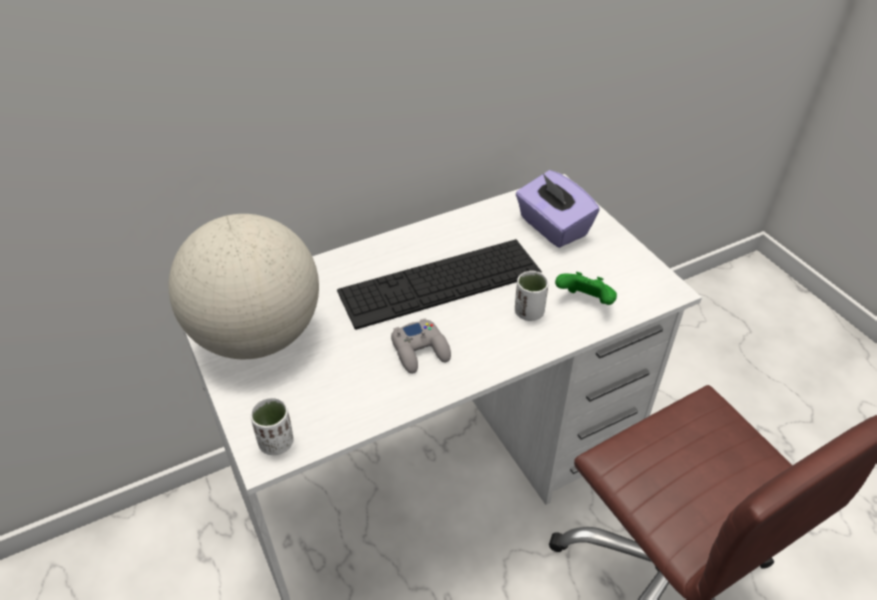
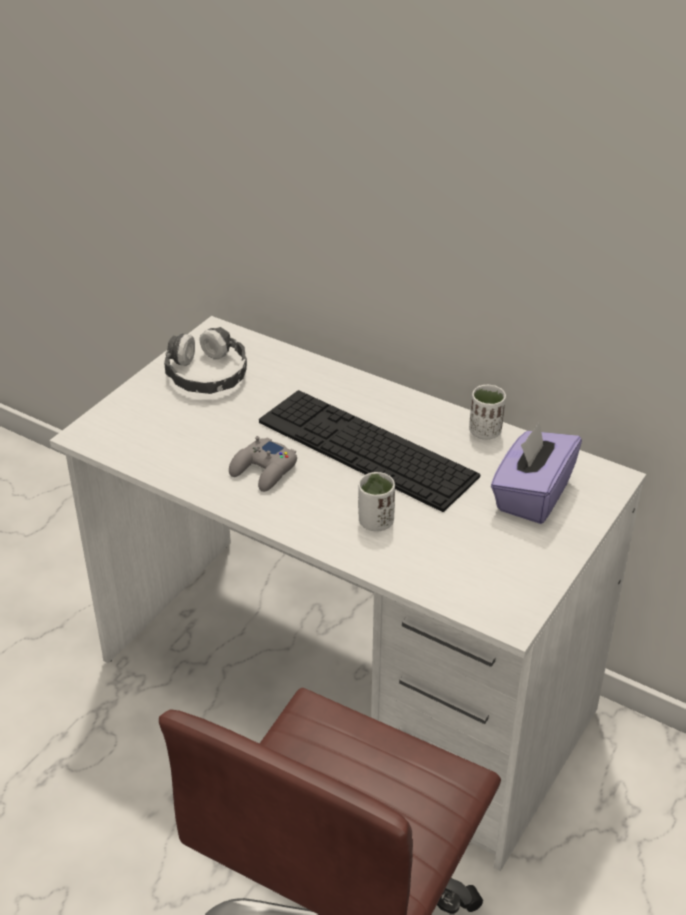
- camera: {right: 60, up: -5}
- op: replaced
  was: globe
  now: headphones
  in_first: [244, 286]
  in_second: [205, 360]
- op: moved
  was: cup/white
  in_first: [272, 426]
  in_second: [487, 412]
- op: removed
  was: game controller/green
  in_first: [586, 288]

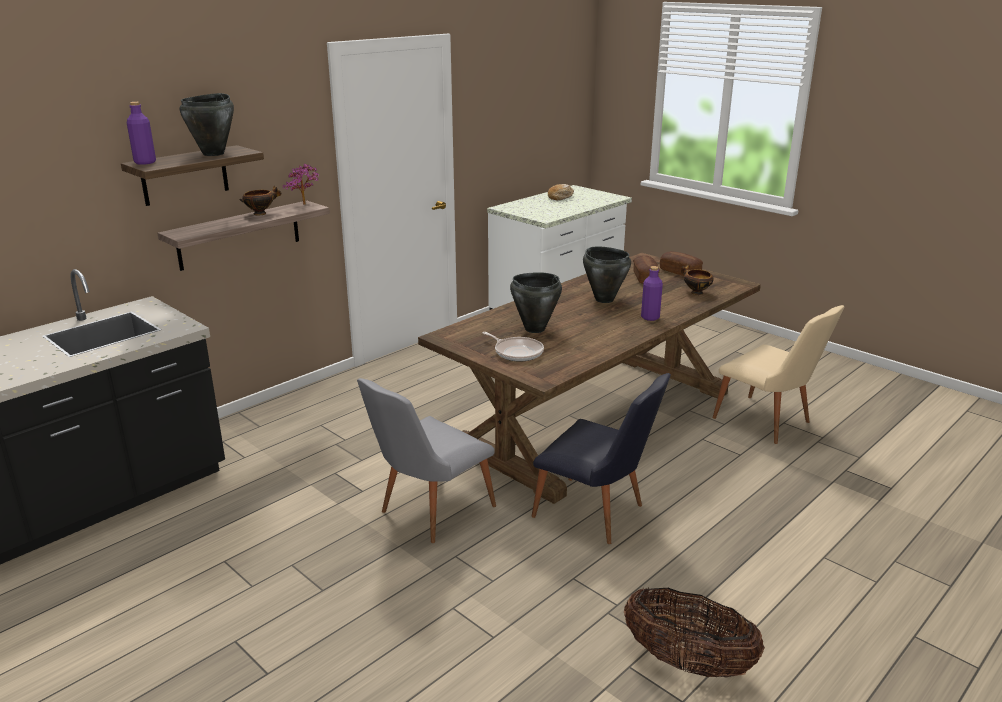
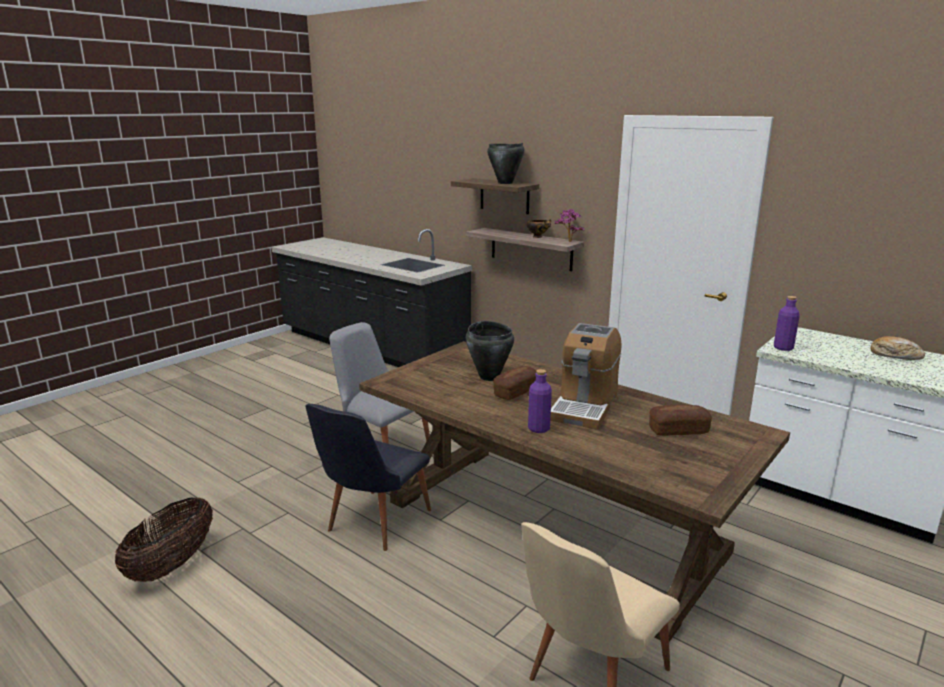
- camera: {right: 85, up: -5}
- op: moved
  was: bottle/purple
  in_first: [141, 133]
  in_second: [787, 323]
- op: removed
  was: frying pan
  in_first: [513, 347]
- op: replaced
  was: cooking pot/black
  now: coffee machine
  in_first: [607, 274]
  in_second: [585, 376]
- op: moved
  was: bread
  in_first: [681, 263]
  in_second: [514, 383]
- op: removed
  was: bowl
  in_first: [697, 279]

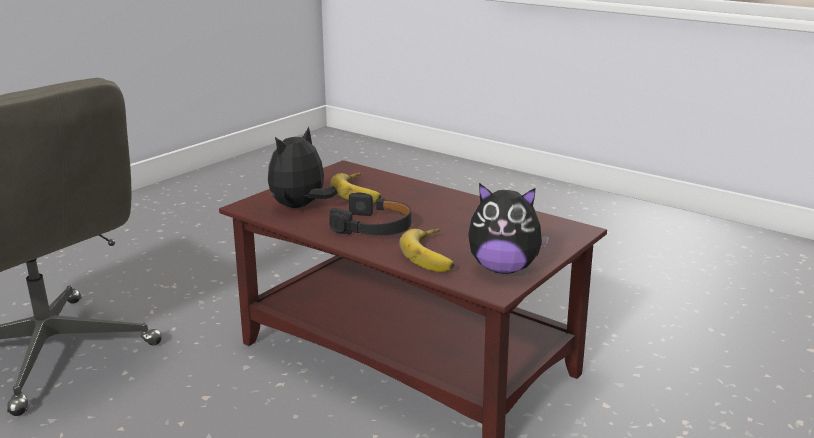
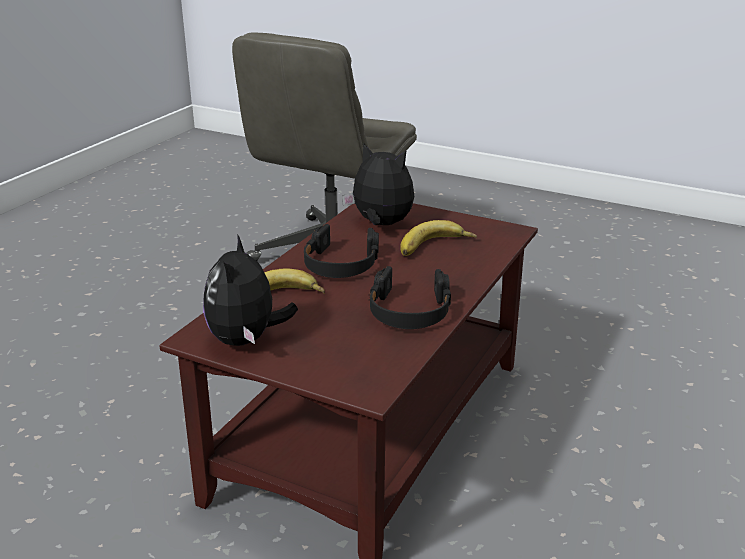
- camera: {right: 80, up: 5}
- op: added
  now: headphones/black
  in_second: [410, 297]

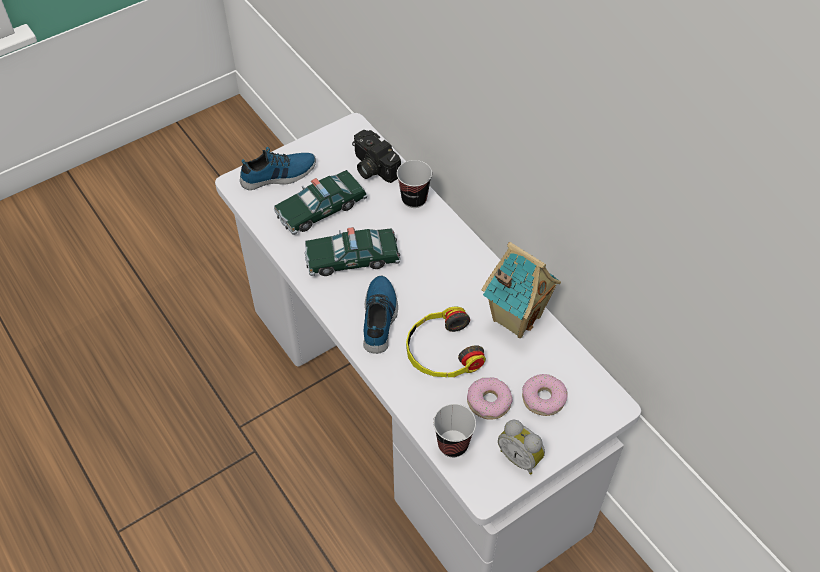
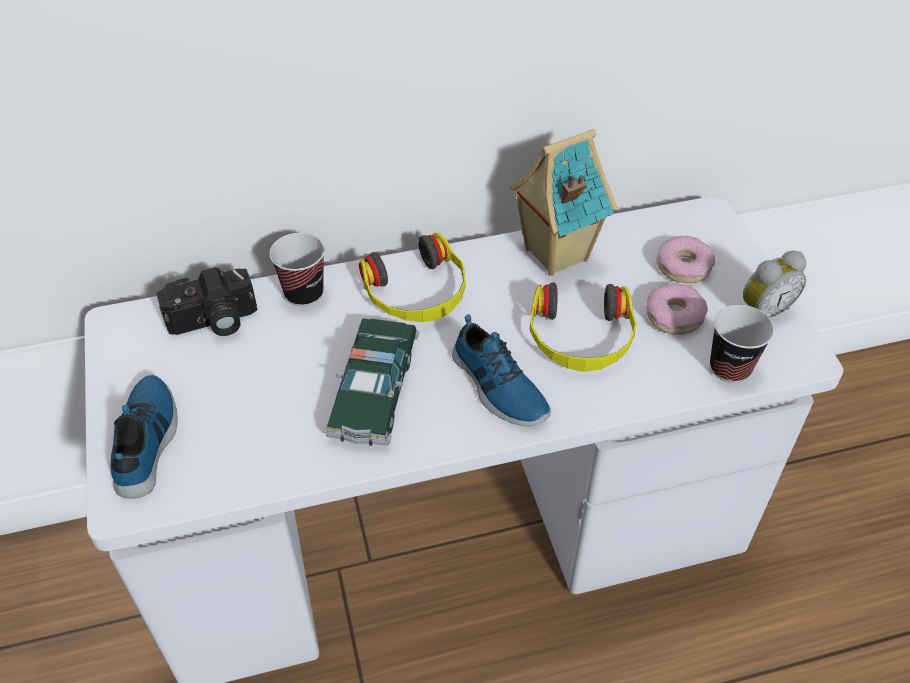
- camera: {right: -70, up: -5}
- op: removed
  was: toy car
  in_first: [320, 202]
- op: turned
  was: shoe
  in_first: [380, 314]
  in_second: [501, 370]
  clockwise: -150
- op: added
  now: headphones
  in_second: [412, 277]

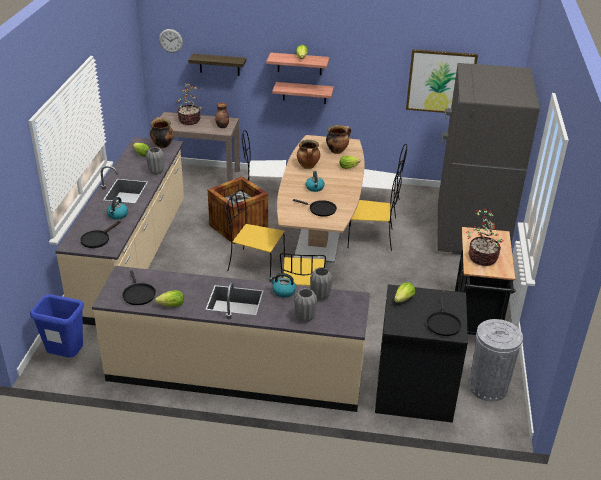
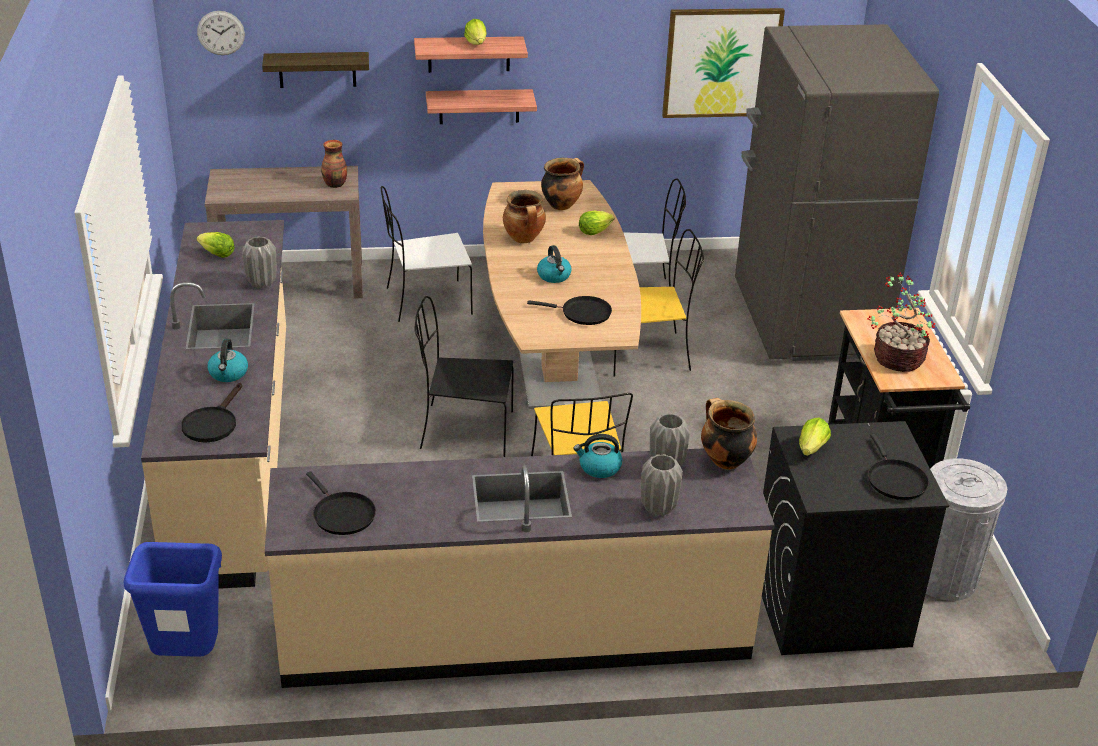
- camera: {right: -15, up: 0}
- op: moved
  was: cooking pot
  in_first: [162, 132]
  in_second: [729, 434]
- op: removed
  was: lettuce
  in_first: [169, 298]
- op: removed
  was: potted plant
  in_first: [189, 103]
- op: removed
  was: crate
  in_first: [238, 210]
- op: recoloured
  was: chair/yellow
  now: chair/black
  in_first: [255, 236]
  in_second: [464, 376]

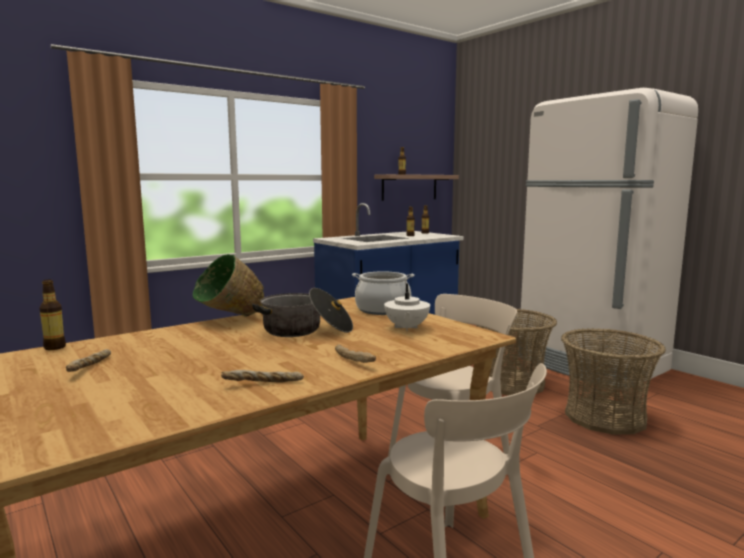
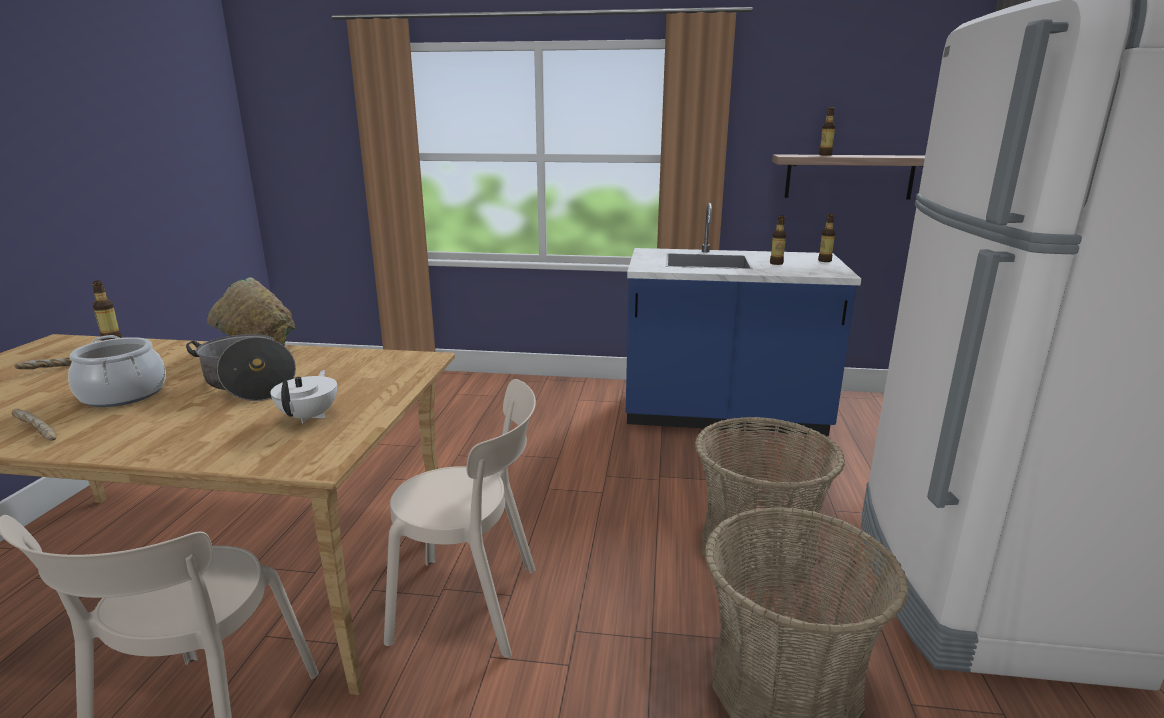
- camera: {right: 45, up: 10}
- op: removed
  was: bread
  in_first: [355, 353]
- op: moved
  was: cooking pot
  in_first: [383, 293]
  in_second: [117, 371]
- op: turned
  was: teapot/white
  in_first: [407, 307]
  in_second: [303, 397]
  clockwise: 135

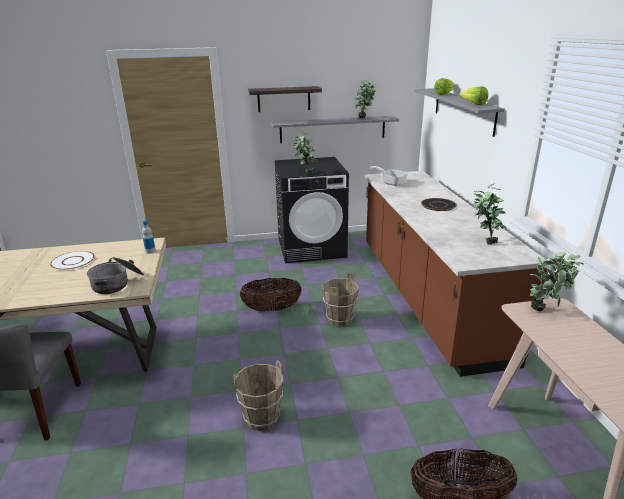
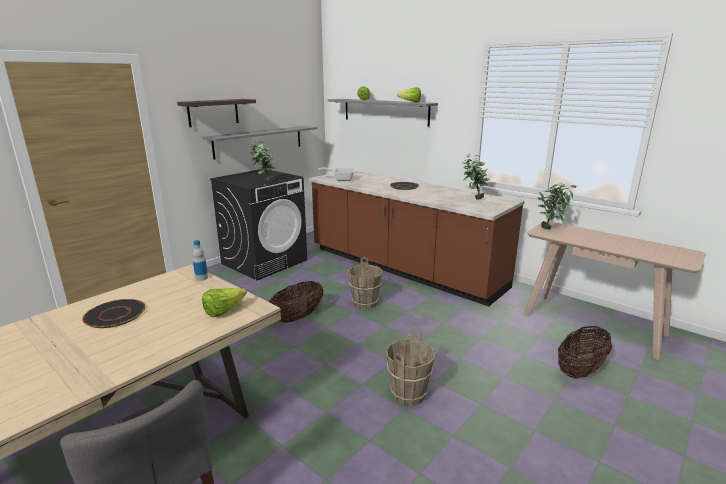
- camera: {right: -40, up: -5}
- op: recoloured
  was: plate/white
  now: plate/black
  in_first: [72, 260]
  in_second: [114, 313]
- op: replaced
  was: cooking pot
  now: lettuce
  in_first: [115, 275]
  in_second: [224, 302]
- op: removed
  was: potted plant
  in_first: [365, 99]

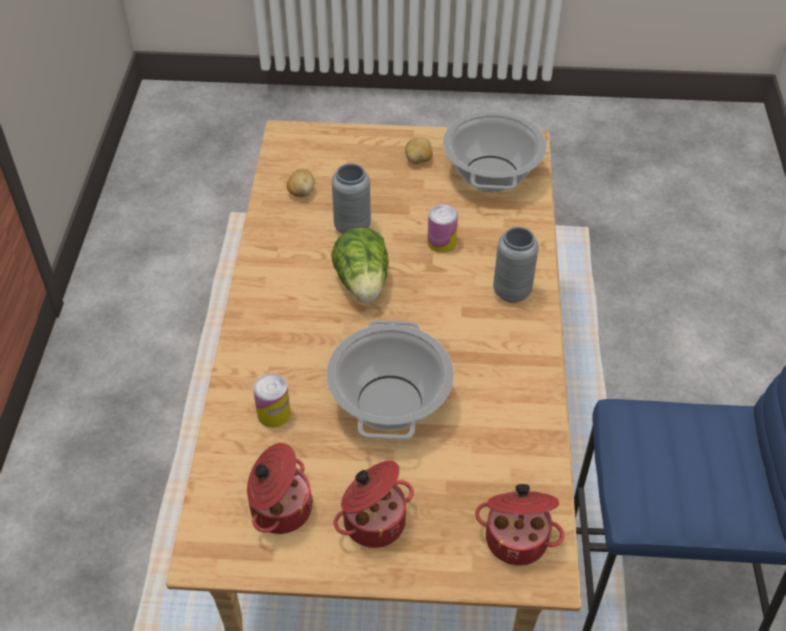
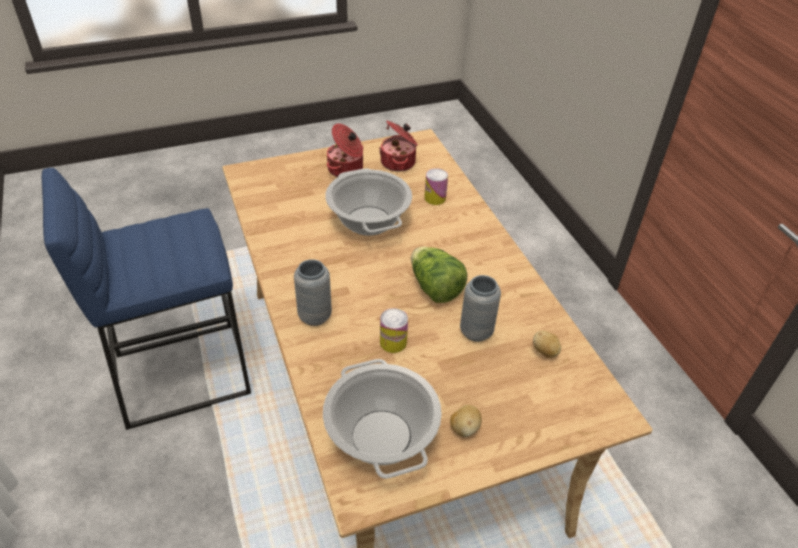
- camera: {right: 155, up: -5}
- op: removed
  was: cooking pot
  in_first: [519, 525]

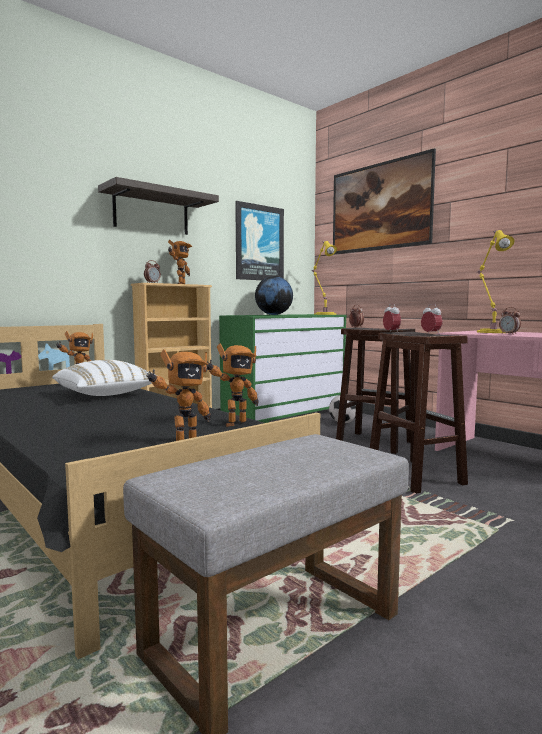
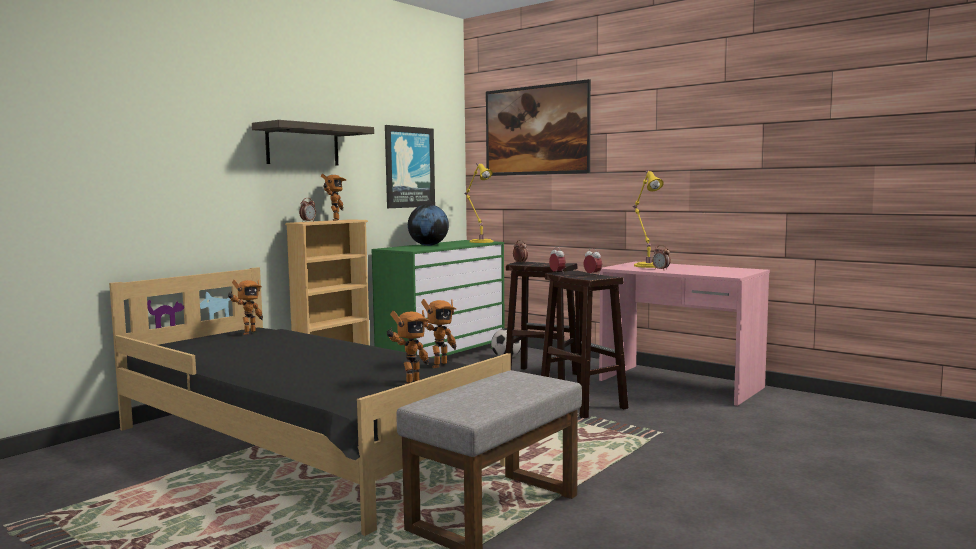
- camera: {right: -10, up: 0}
- op: removed
  was: pillow/white
  in_first: [105, 378]

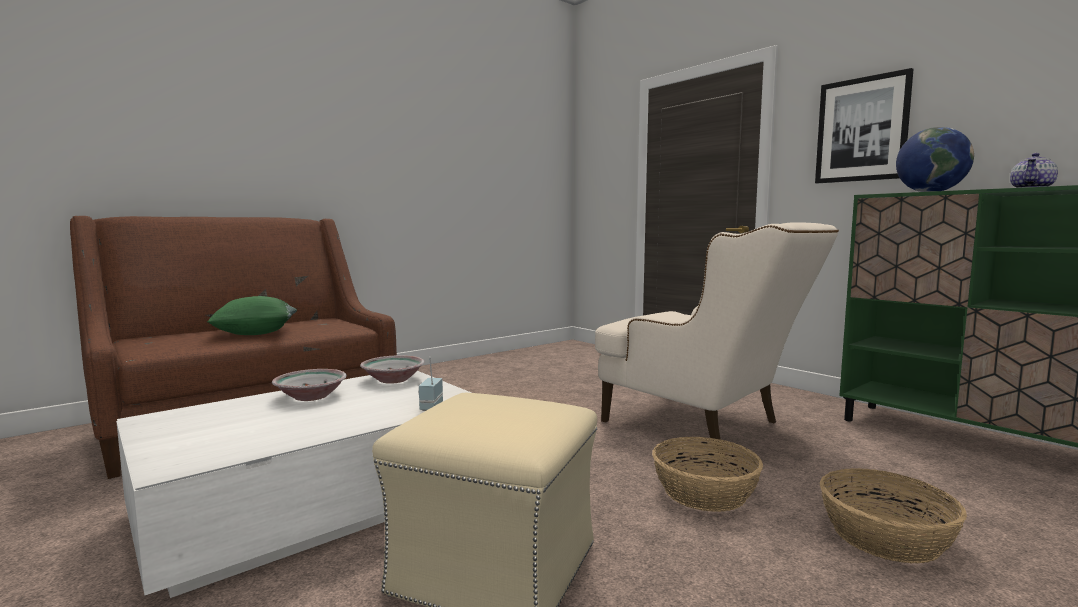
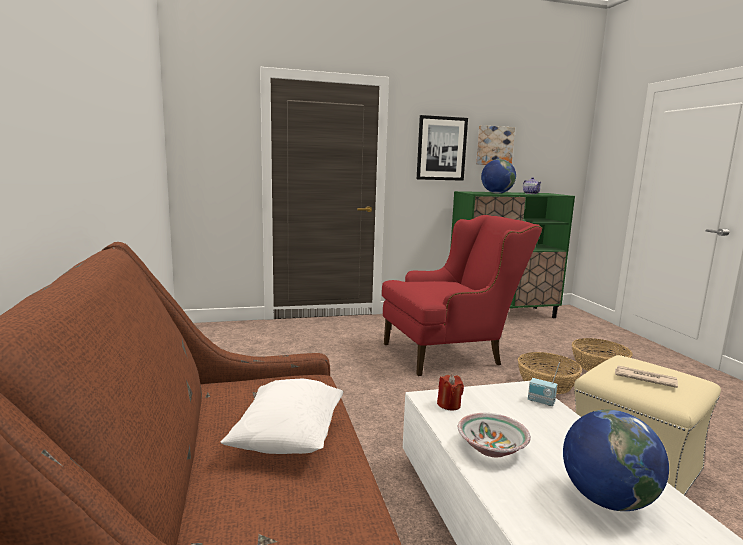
- camera: {right: -65, up: 5}
- op: recoloured
  was: pillow/green
  now: pillow/white
  in_first: [252, 315]
  in_second: [282, 416]
- op: replaced
  was: bowl
  now: candle/red
  in_first: [392, 369]
  in_second: [450, 392]
- op: recoloured
  was: armchair/beige
  now: armchair/red
  in_first: [717, 338]
  in_second: [462, 295]
- op: added
  now: picture
  in_second: [495, 145]
- op: added
  now: globe
  in_second: [616, 460]
- op: added
  now: newspaper
  in_second: [646, 376]

